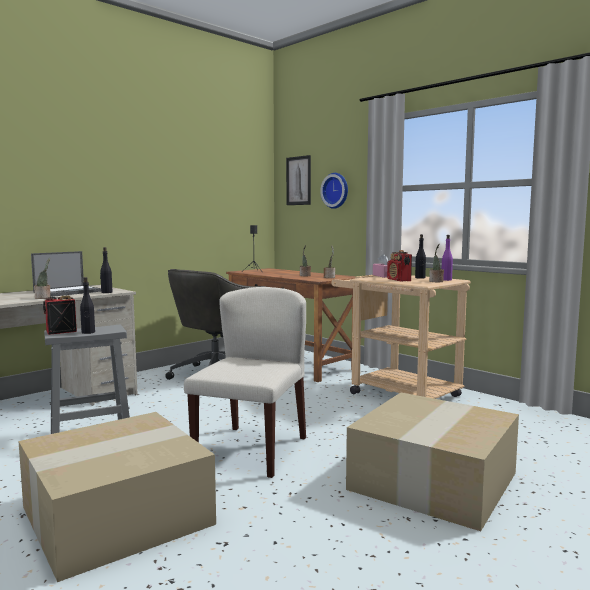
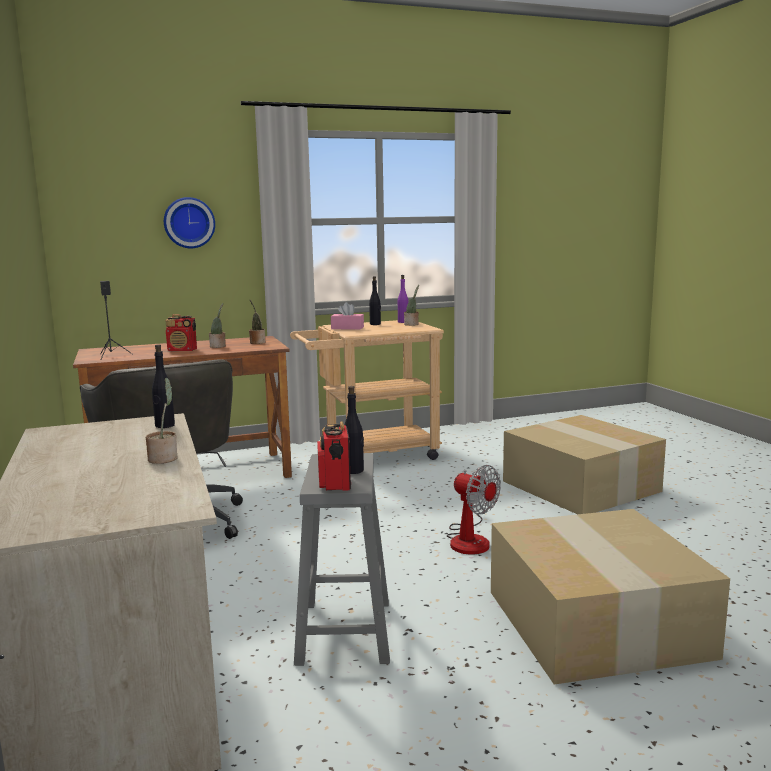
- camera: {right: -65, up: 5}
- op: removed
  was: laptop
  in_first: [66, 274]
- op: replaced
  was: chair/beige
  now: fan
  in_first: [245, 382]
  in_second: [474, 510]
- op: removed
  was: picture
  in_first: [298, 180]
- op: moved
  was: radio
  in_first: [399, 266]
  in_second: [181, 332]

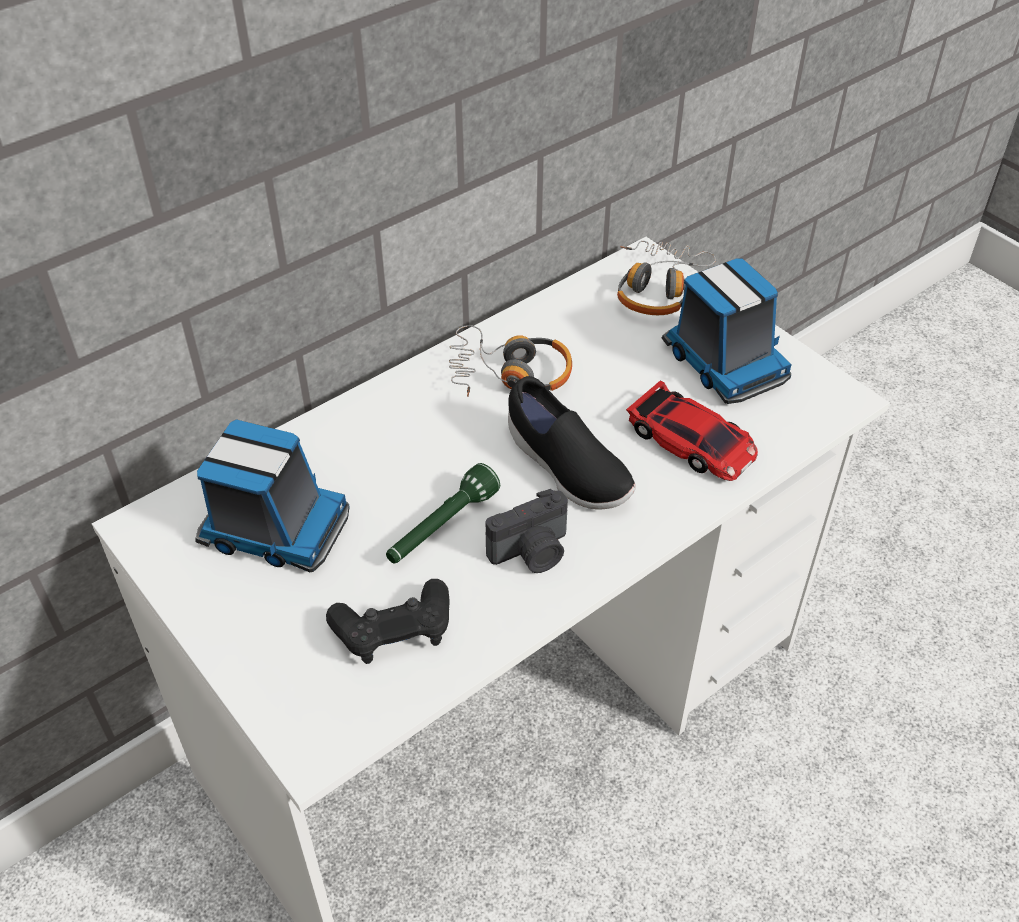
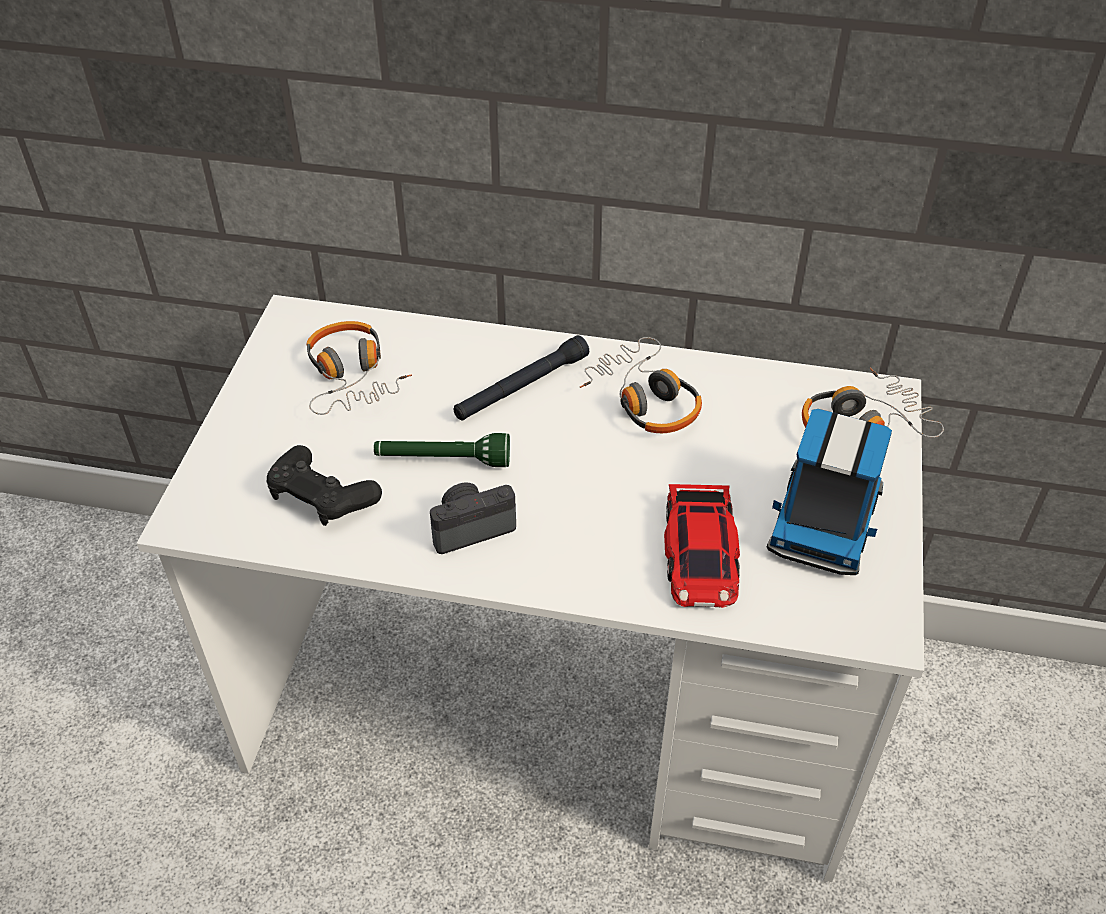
- camera: {right: 50, up: 0}
- op: replaced
  was: toy truck
  now: headphones
  in_first: [272, 495]
  in_second: [359, 368]
- op: turned
  was: photo camera
  in_first: [527, 531]
  in_second: [473, 518]
  clockwise: 135
- op: removed
  was: shoe/black
  in_first: [572, 442]
- op: added
  now: flashlight/black
  in_second: [521, 378]

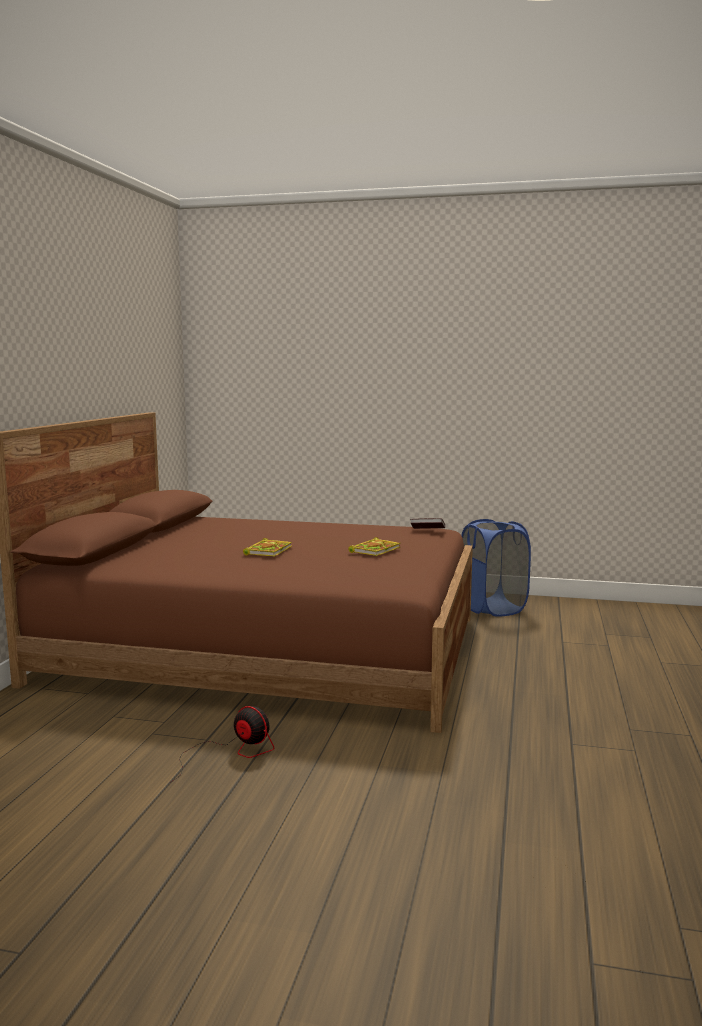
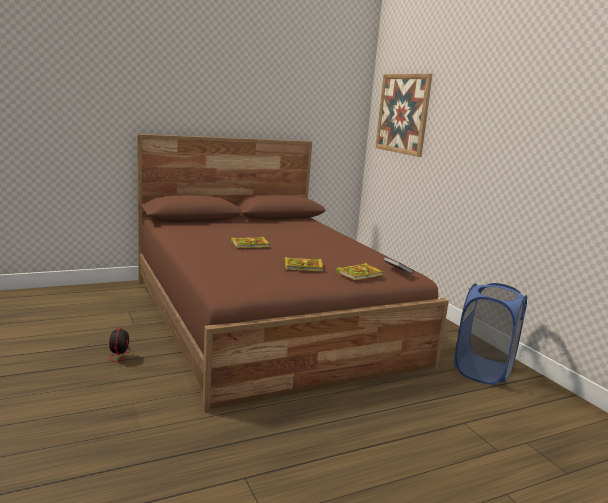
- camera: {right: 50, up: 5}
- op: added
  now: book
  in_second: [359, 271]
- op: added
  now: picture
  in_second: [404, 115]

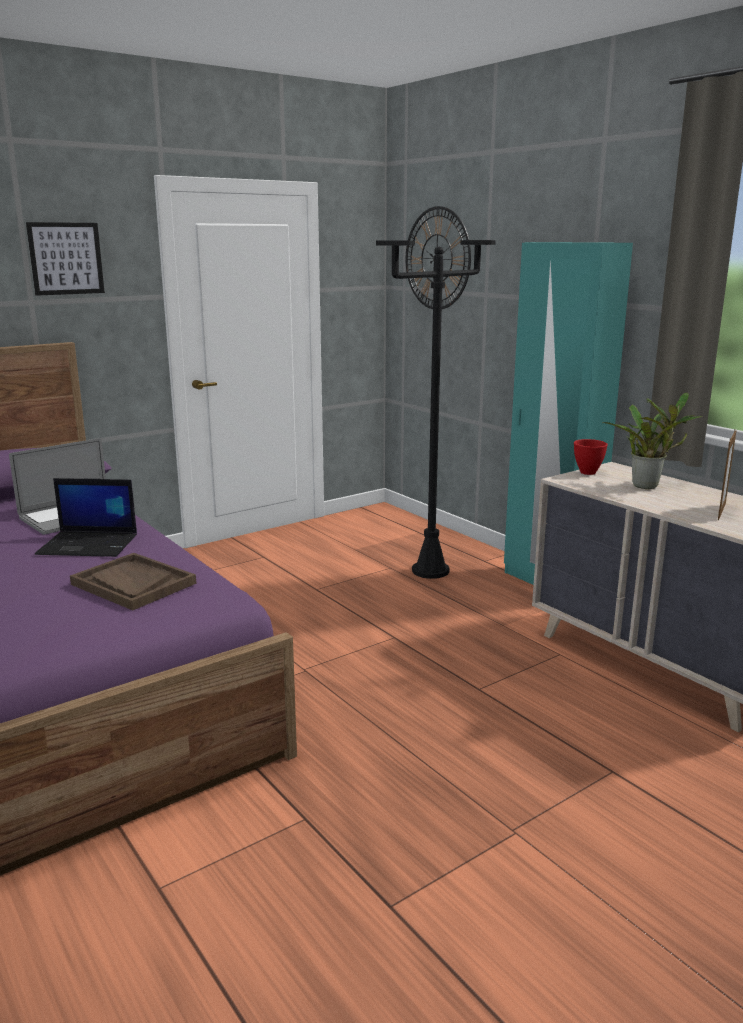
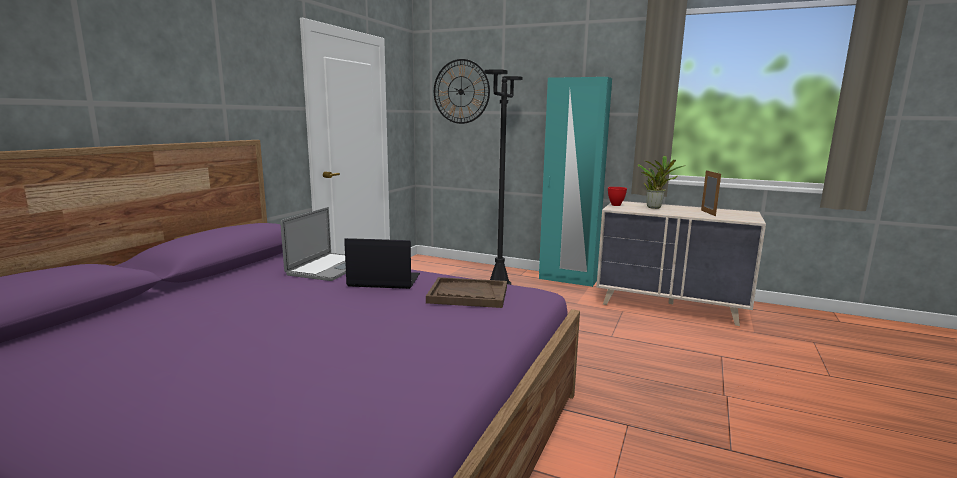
- camera: {right: -30, up: -5}
- op: removed
  was: picture
  in_first: [65, 259]
- op: turned
  was: laptop
  in_first: [86, 517]
  in_second: [382, 263]
  clockwise: -150

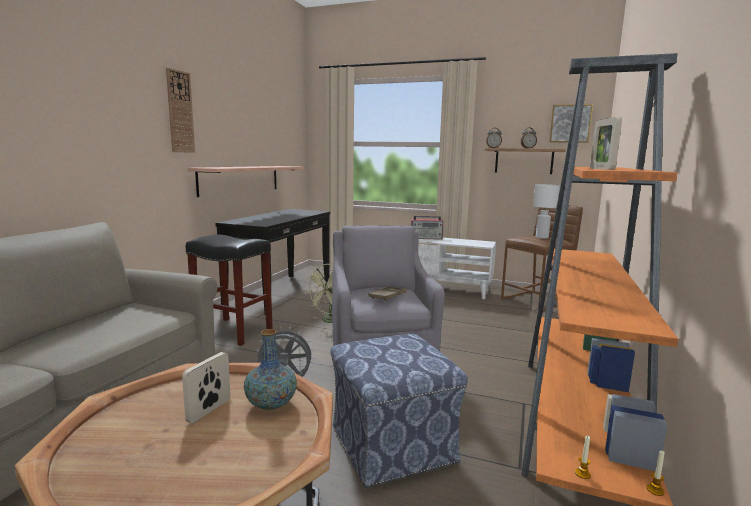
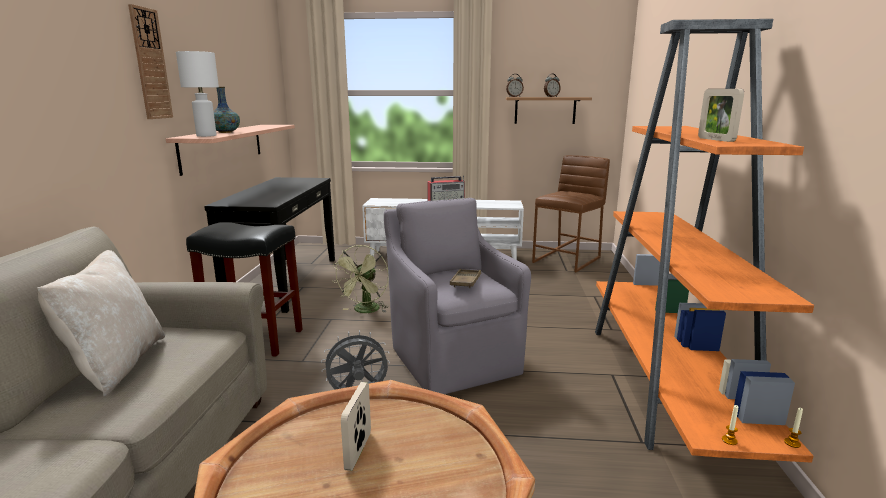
- camera: {right: -15, up: 5}
- op: moved
  was: vase
  in_first: [270, 369]
  in_second: [227, 110]
- op: removed
  was: ottoman
  in_first: [399, 411]
- op: moved
  was: table lamp/white
  in_first: [546, 211]
  in_second: [197, 94]
- op: removed
  was: picture
  in_first: [571, 123]
- op: added
  now: pillow/beige
  in_second: [101, 323]

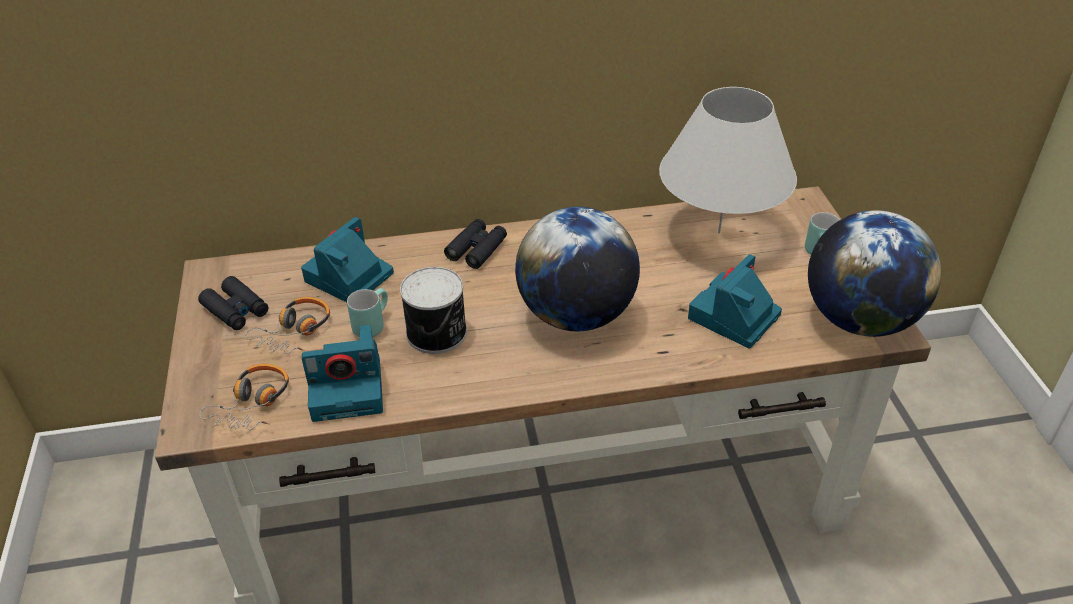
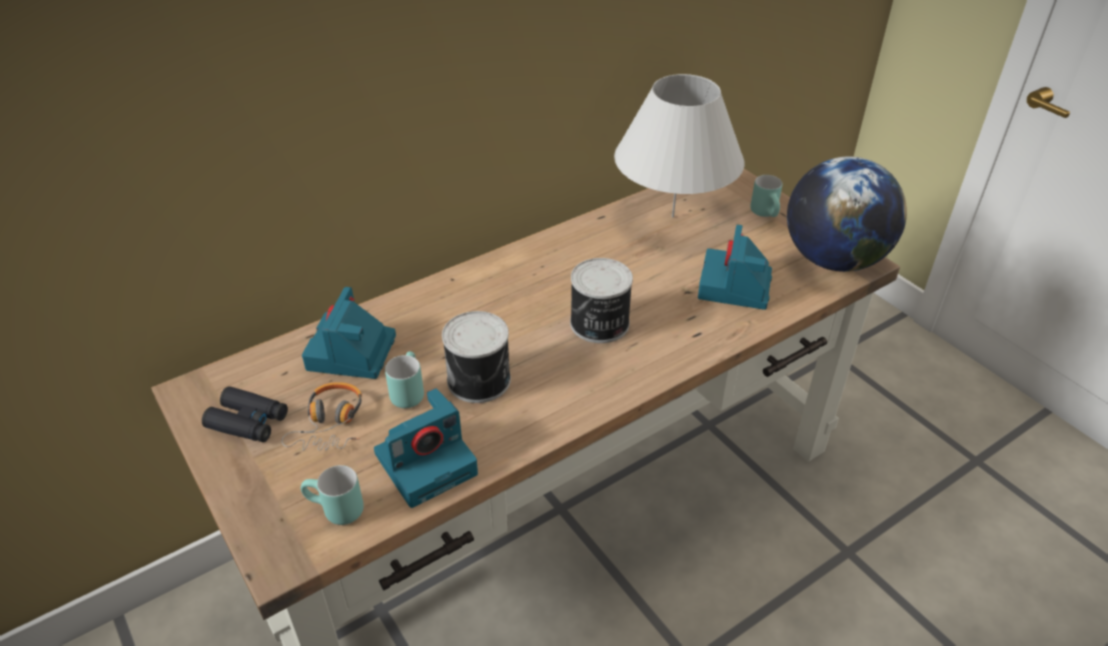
- camera: {right: -25, up: 0}
- op: replaced
  was: headphones
  now: mug/turquoise
  in_first: [244, 397]
  in_second: [332, 495]
- op: removed
  was: binoculars/black
  in_first: [475, 244]
- op: replaced
  was: globe
  now: can
  in_first: [577, 269]
  in_second: [601, 300]

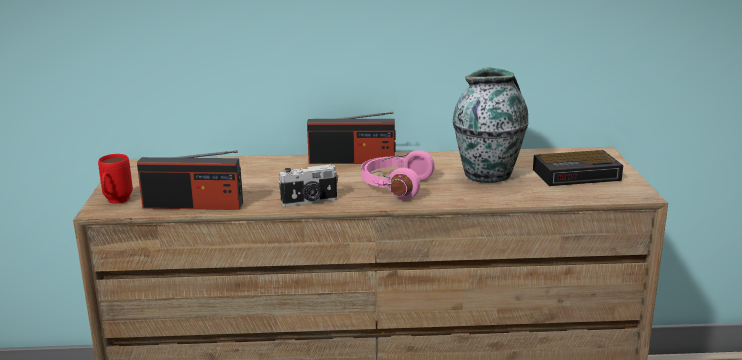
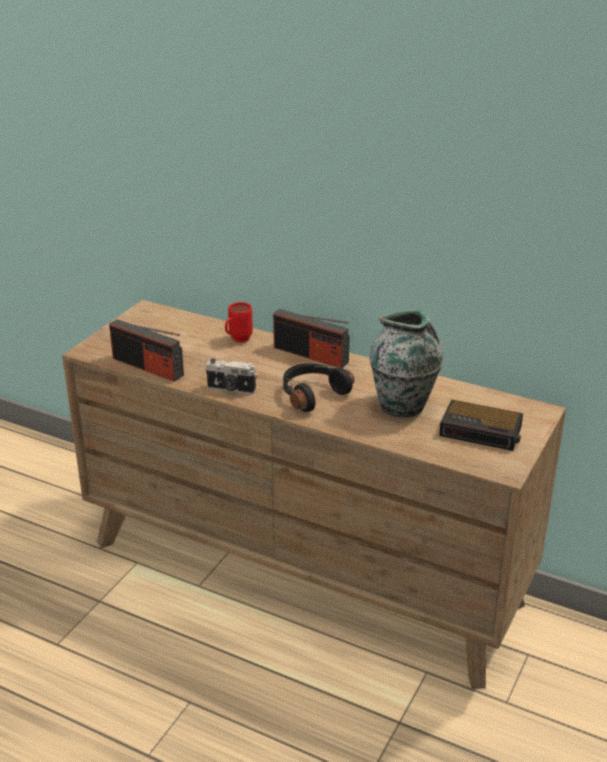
- camera: {right: 30, up: 10}
- op: moved
  was: mug/red
  in_first: [115, 179]
  in_second: [239, 322]
- op: recoloured
  was: headphones/pink
  now: headphones/black
  in_first: [398, 174]
  in_second: [318, 387]

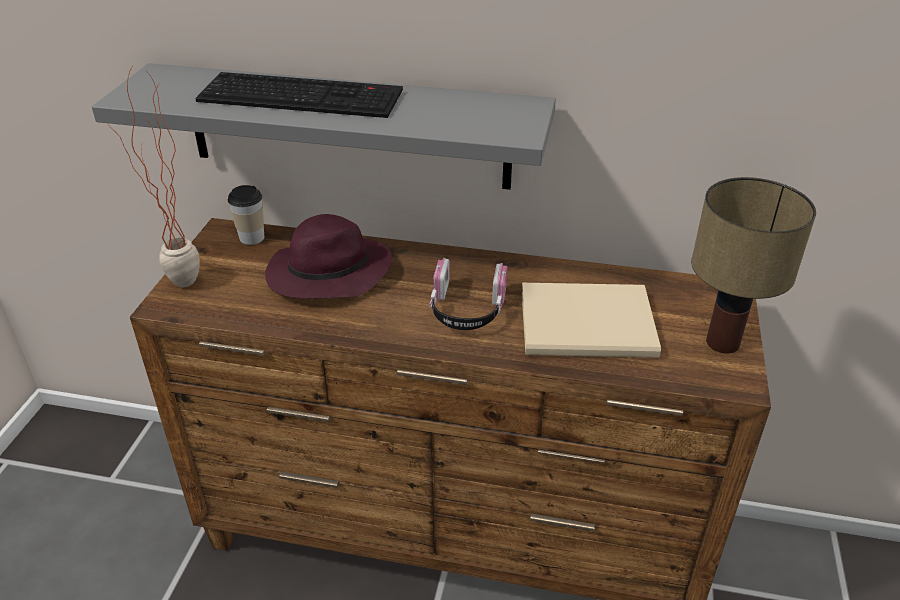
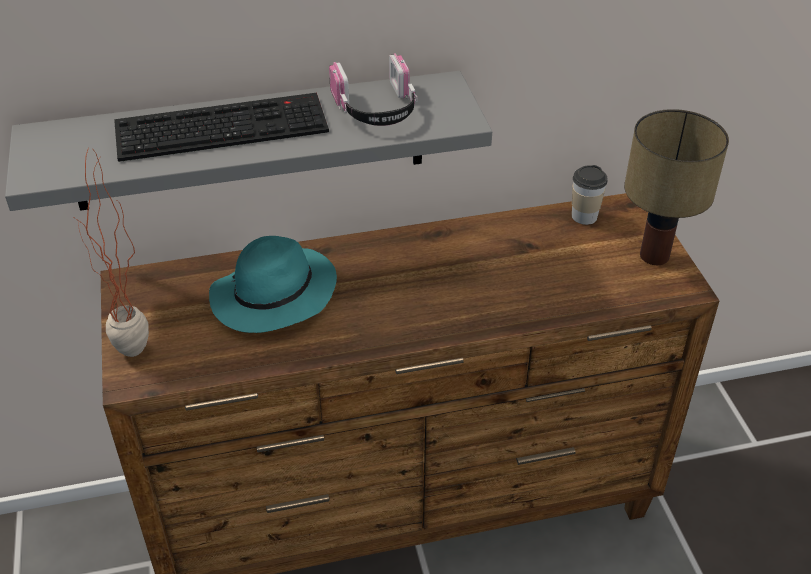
- camera: {right: -25, up: 5}
- op: moved
  was: cup
  in_first: [246, 215]
  in_second: [590, 195]
- op: recoloured
  was: hat/purple
  now: hat/turquoise
  in_first: [328, 256]
  in_second: [273, 284]
- op: moved
  was: headphones
  in_first: [468, 294]
  in_second: [373, 89]
- op: removed
  was: book/beige
  in_first: [591, 320]

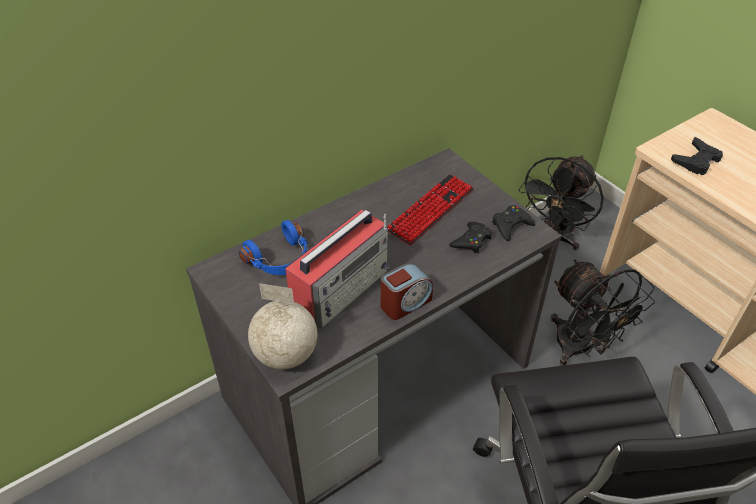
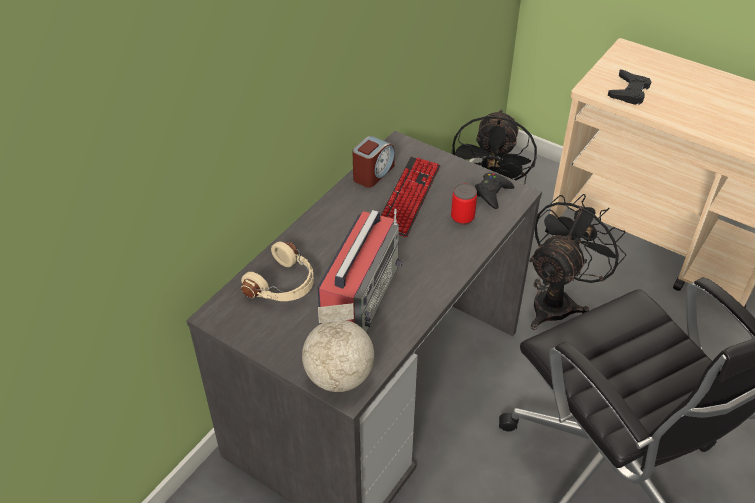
- camera: {right: -20, up: 0}
- op: recoloured
  was: headphones/blue
  now: headphones/beige
  in_first: [273, 247]
  in_second: [277, 271]
- op: moved
  was: alarm clock
  in_first: [407, 291]
  in_second: [373, 162]
- op: replaced
  was: game controller/black
  now: can
  in_first: [470, 238]
  in_second: [464, 204]
- op: turned
  was: fan/black
  in_first: [603, 312]
  in_second: [577, 262]
  clockwise: -90

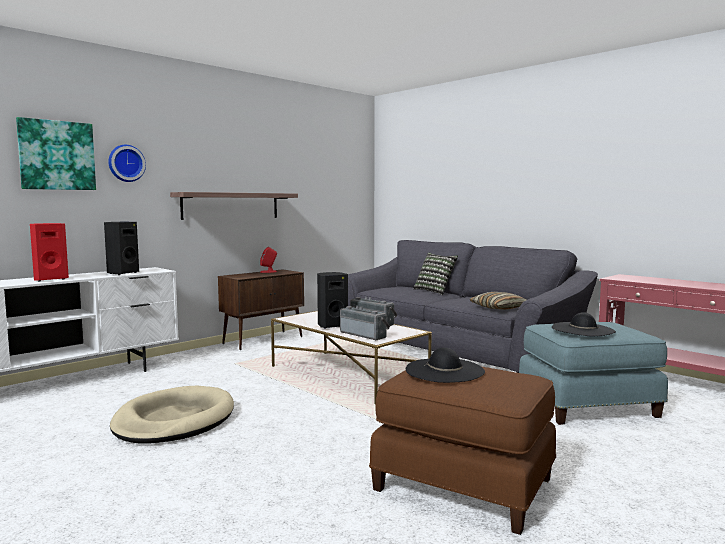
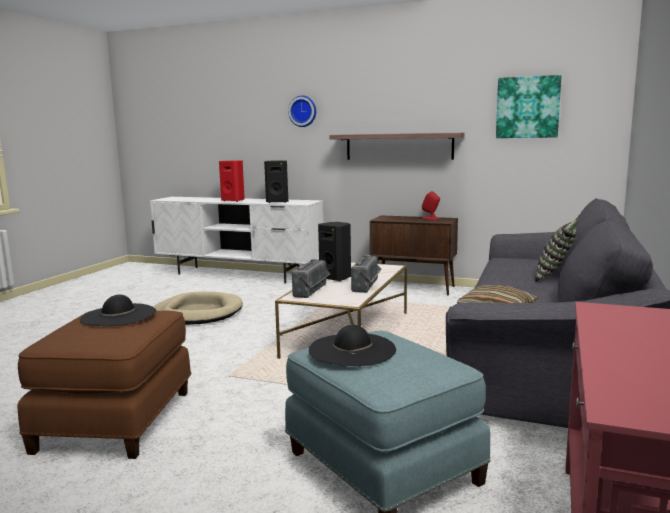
- camera: {right: 65, up: 5}
- op: moved
  was: picture
  in_first: [56, 153]
  in_second: [529, 106]

